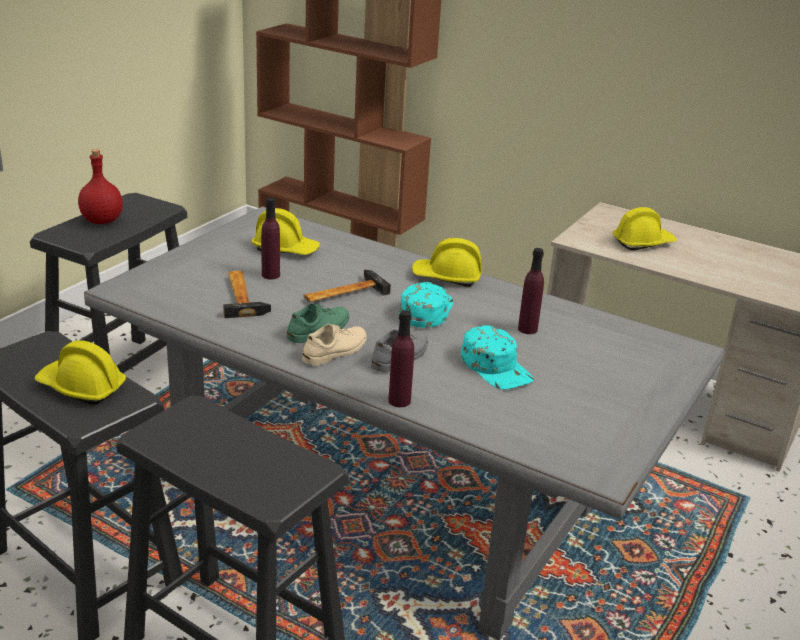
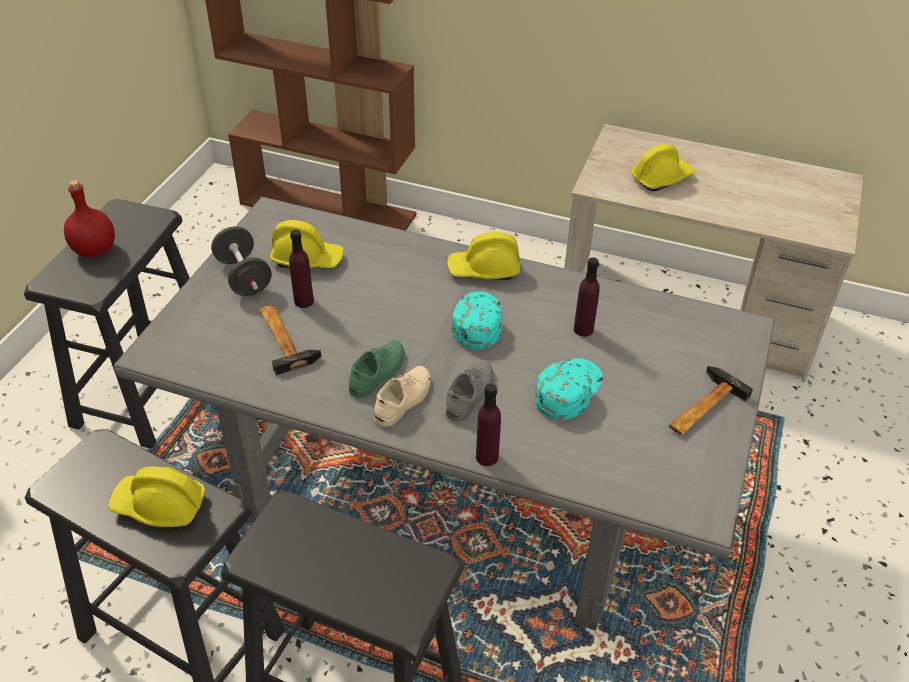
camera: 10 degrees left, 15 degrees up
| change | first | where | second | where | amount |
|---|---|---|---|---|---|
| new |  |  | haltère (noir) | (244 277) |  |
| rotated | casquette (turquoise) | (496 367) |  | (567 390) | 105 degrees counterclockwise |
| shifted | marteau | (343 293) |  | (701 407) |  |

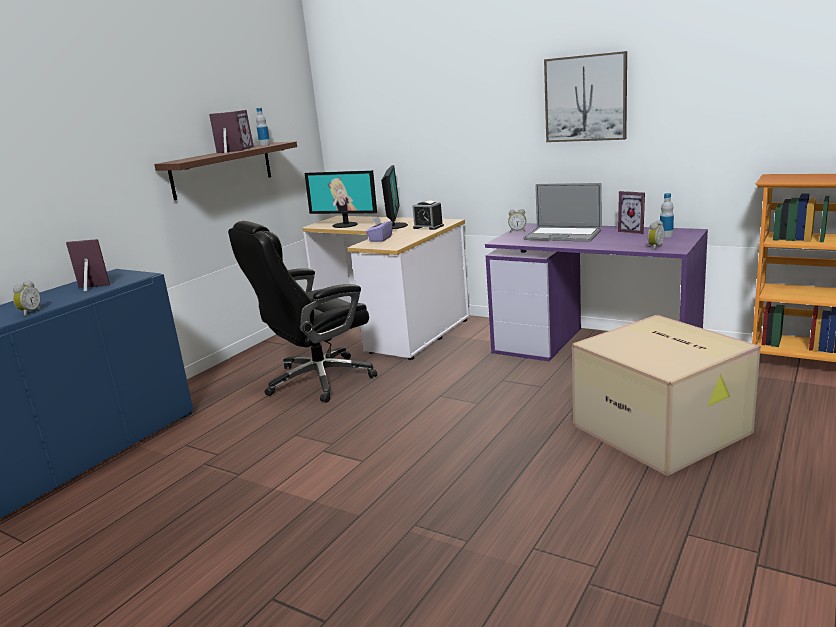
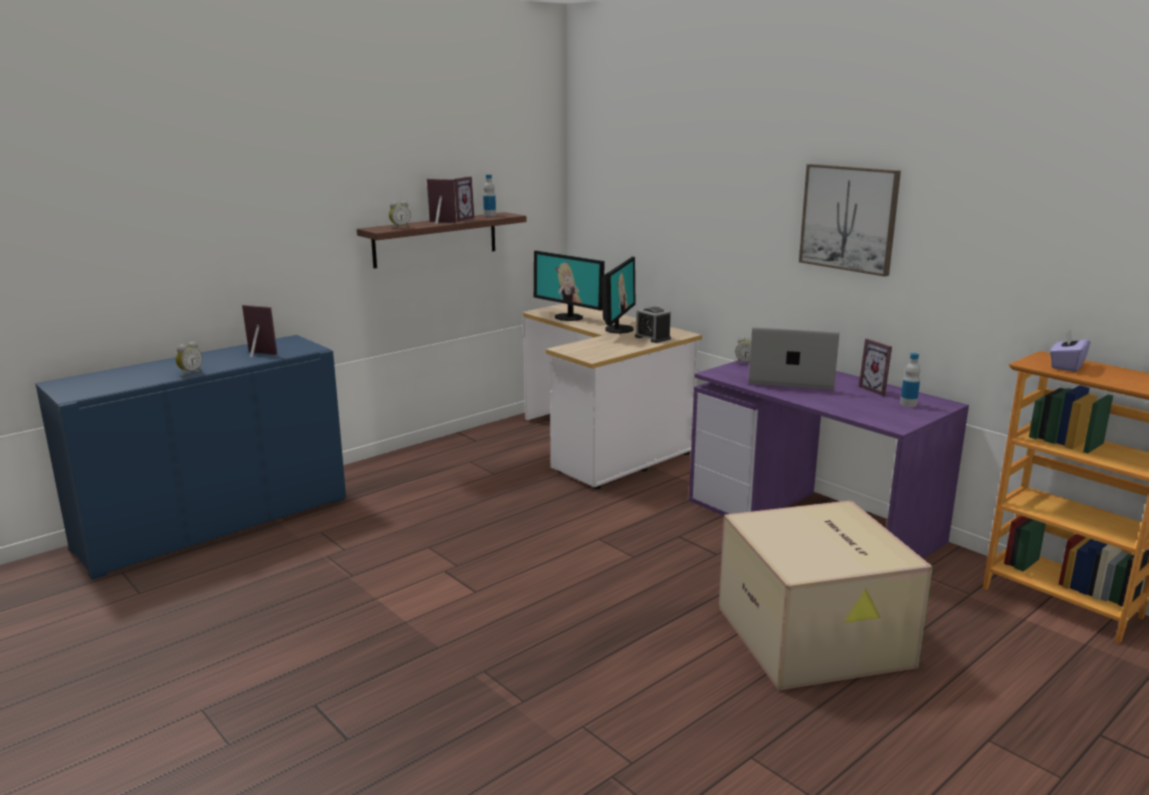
camera: 15 degrees right, 0 degrees up
| change | first | where | second | where | amount |
|---|---|---|---|---|---|
| shifted | réveil | (654 247) |  | (399 227) |  |
| rotated | ordinateur portable | (562 235) |  | (791 379) | 150 degrees clockwise |
| shifted | boîte à mouchoirs (violet) | (380 239) |  | (1066 366) |  |
| gone | chaise de bureau (noir) | (317 380) |  |  |  |

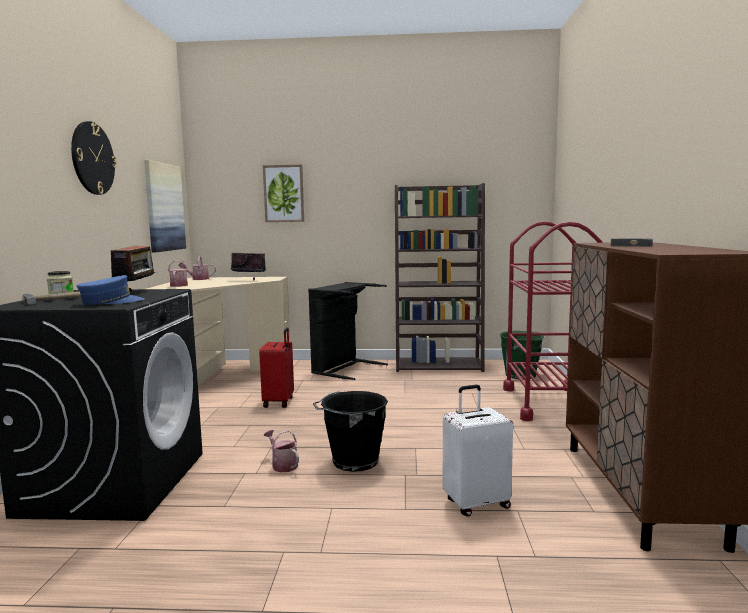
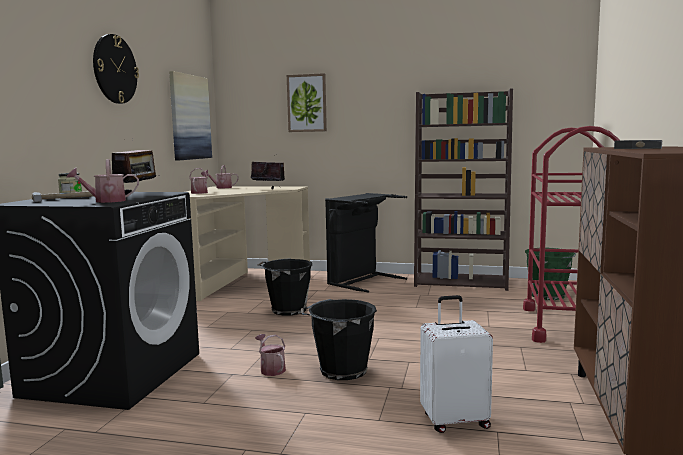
camera: 10 degrees right, 0 degrees up
| change | first | where | second | where | amount |
|---|---|---|---|---|---|
| swapped | casquette (bleu) | (111 302) | arrosoir | (105 201) |  |
| swapped | valise (rouge) | (279 402) | seau (noir) | (287 310) |  |

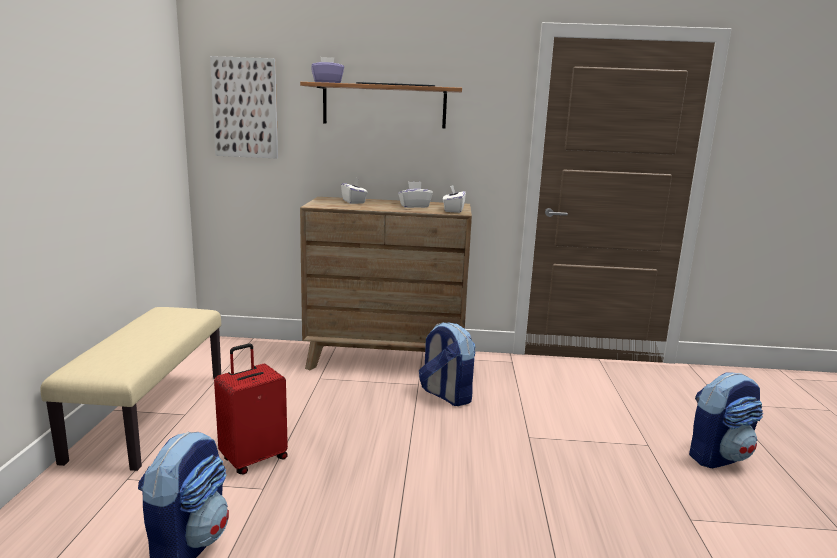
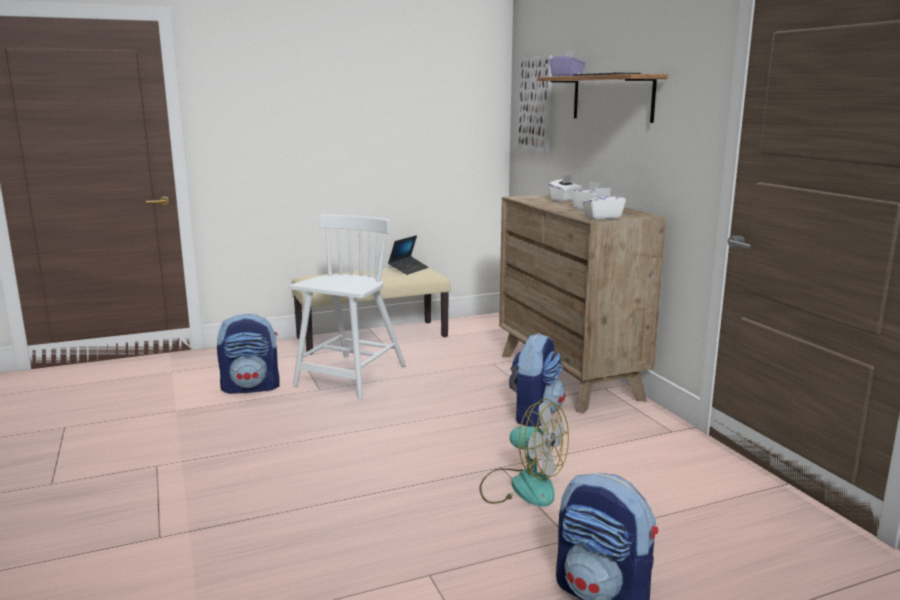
camera: 65 degrees right, 0 degrees up
| change | first | where | second | where | amount |
|---|---|---|---|---|---|
| swapped | valise (rouge) | (253 458) | chaise (blanc) | (350 377) |  |
| new |  |  | ordinateur portable | (408 269) |  |
| new |  |  | ventilateur | (521 486) |  |

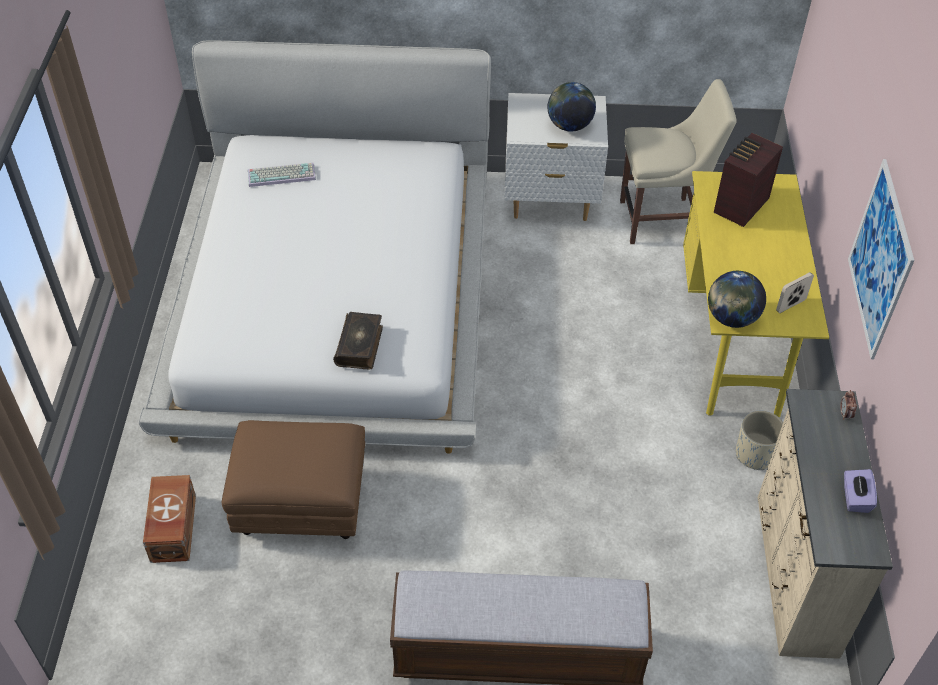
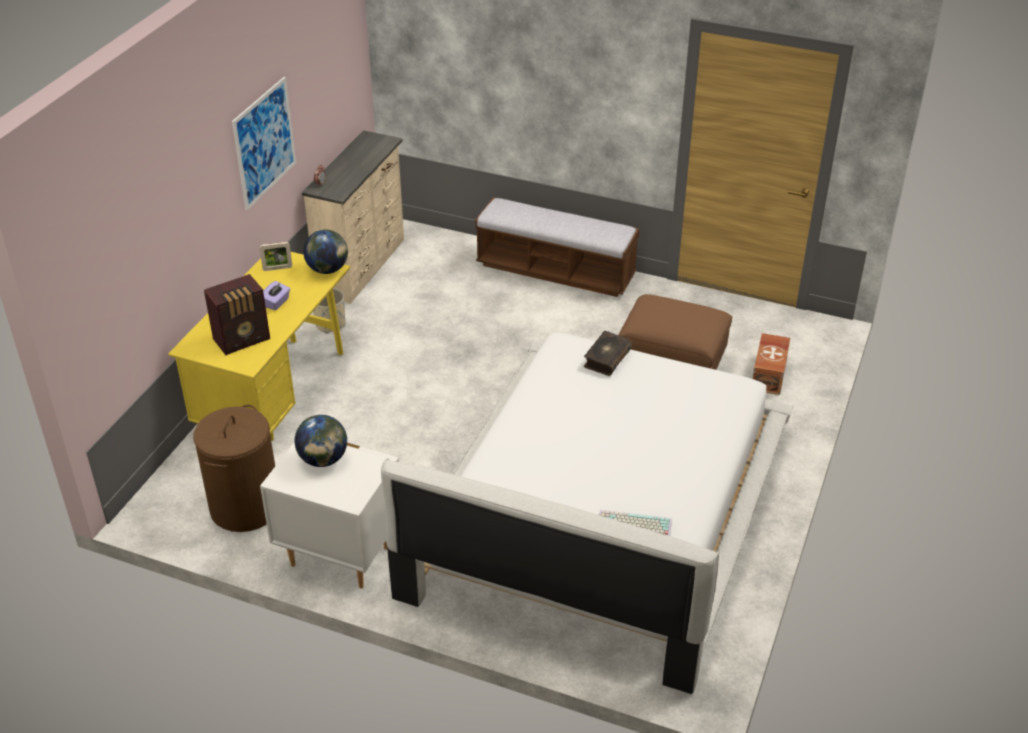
camera: 160 degrees left, 10 degrees down
| change | first | where | second | where | amount |
|---|---|---|---|---|---|
| swapped | chaise (beige) | (663 220) | panier à linge (marron) | (245 507) |  |
| shifted | boîte à mouchoirs (violet) | (855 498) |  | (276 303) |  |

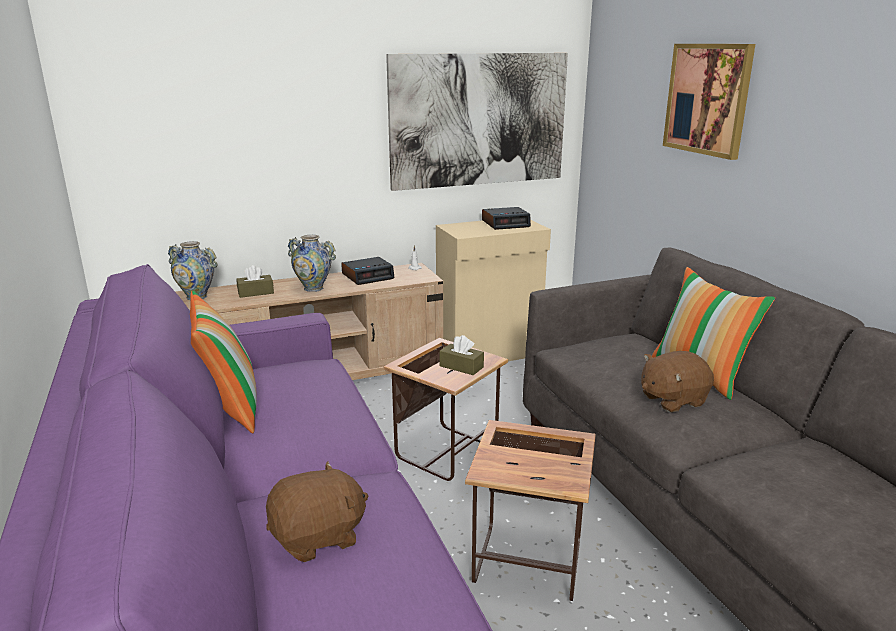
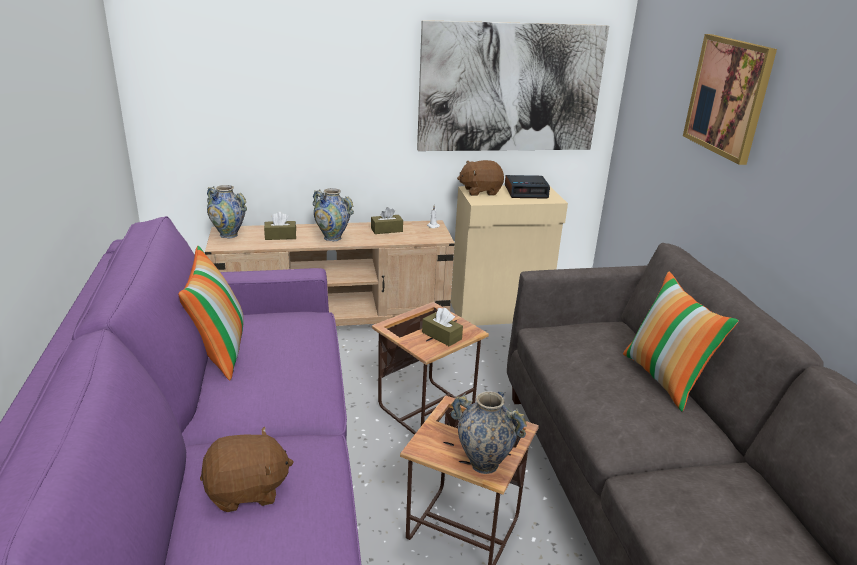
camera: 10 degrees right, 5 degrees up
| change | first | where | second | where | amount |
|---|---|---|---|---|---|
| swapped | réveil | (368 276) | boîte à mouchoirs (marron) | (386 230) |  |
| new |  |  | vase | (484 463) |  |
| shifted | peluche (marron) | (672 399) |  | (480 191) |  |

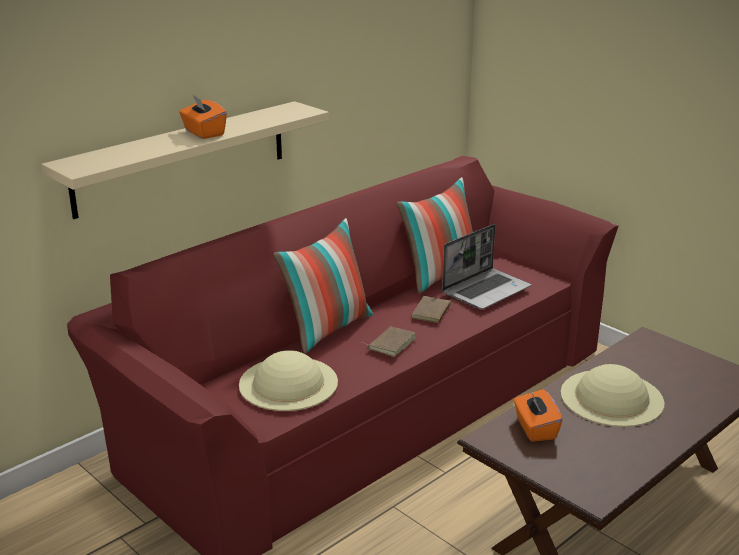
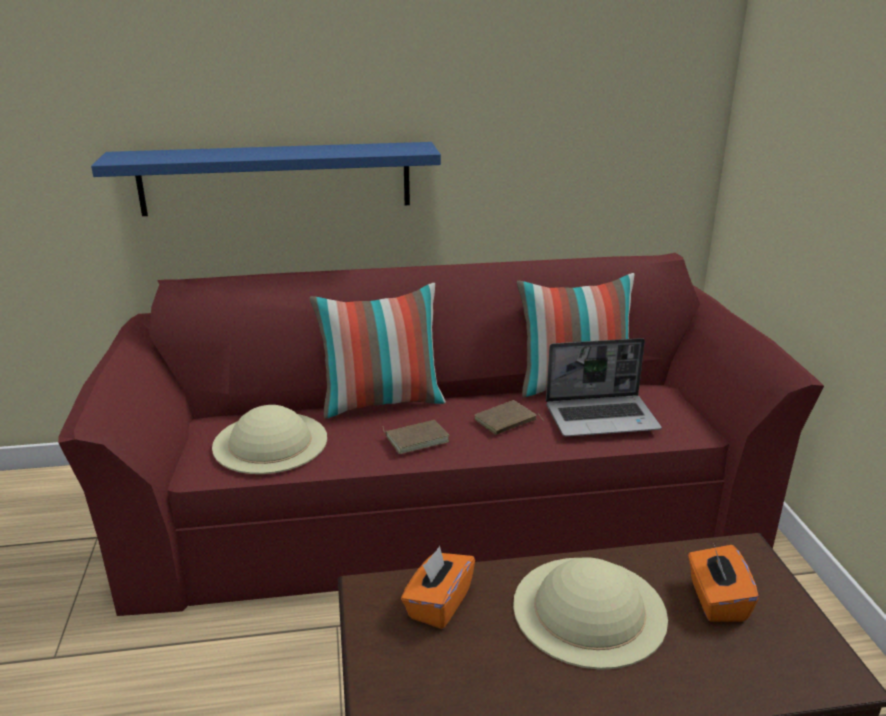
camera: 35 degrees right, 0 degrees up
| change | first | where | second | where | amount |
|---|---|---|---|---|---|
| repainted | étagère (beige) | (182 158) | étagère (bleu) | (276 178) |  |
| shifted | boîte à mouchoirs (orange) | (203 133) |  | (716 600) |  |

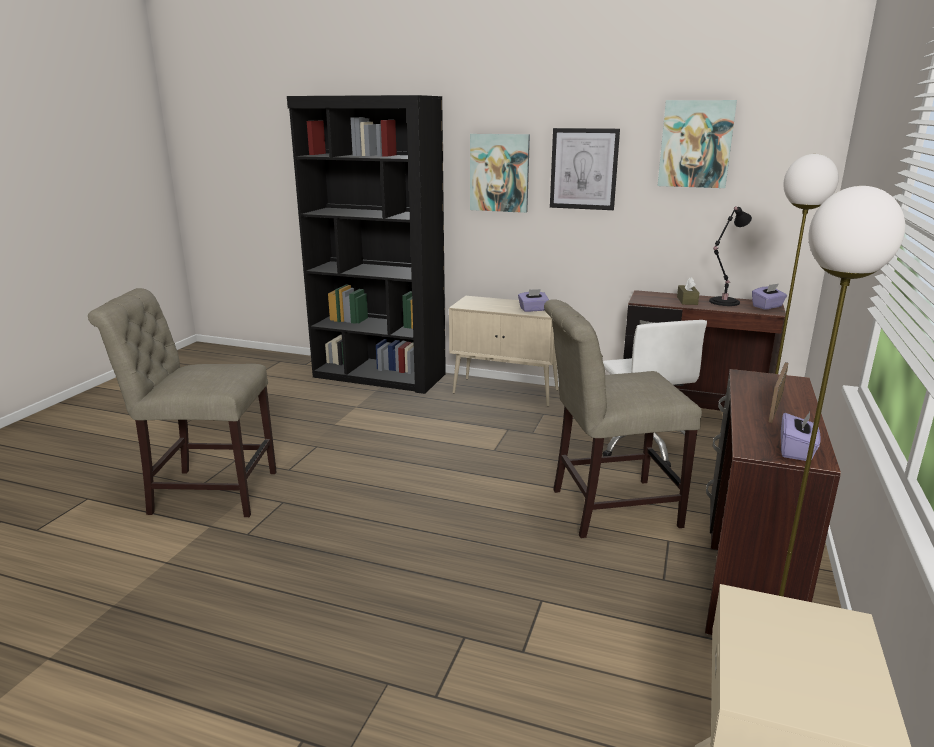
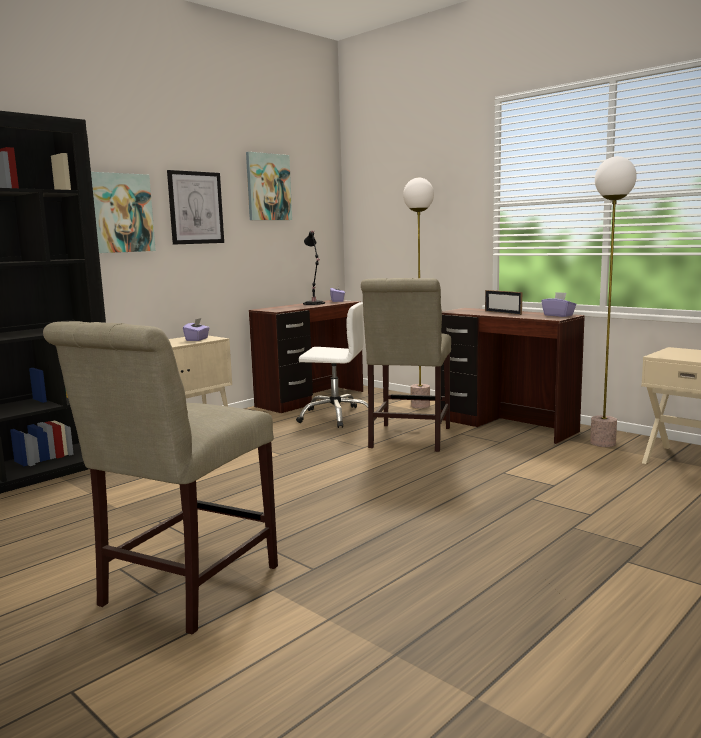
camera: 65 degrees left, 10 degrees down
| change | first | where | second | where | amount |
|---|---|---|---|---|---|
| gone | boîte à mouchoirs (marron) | (687 301) |  |  |  |

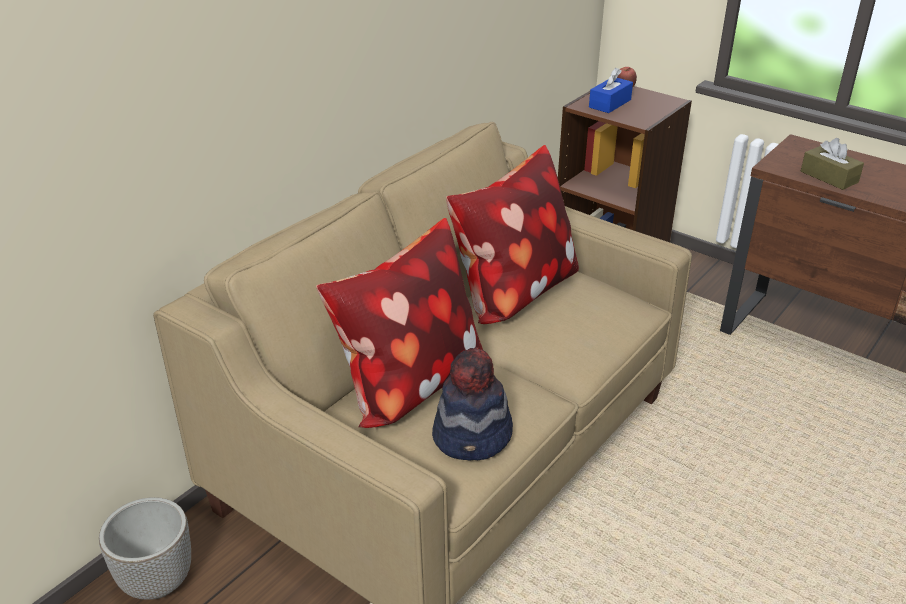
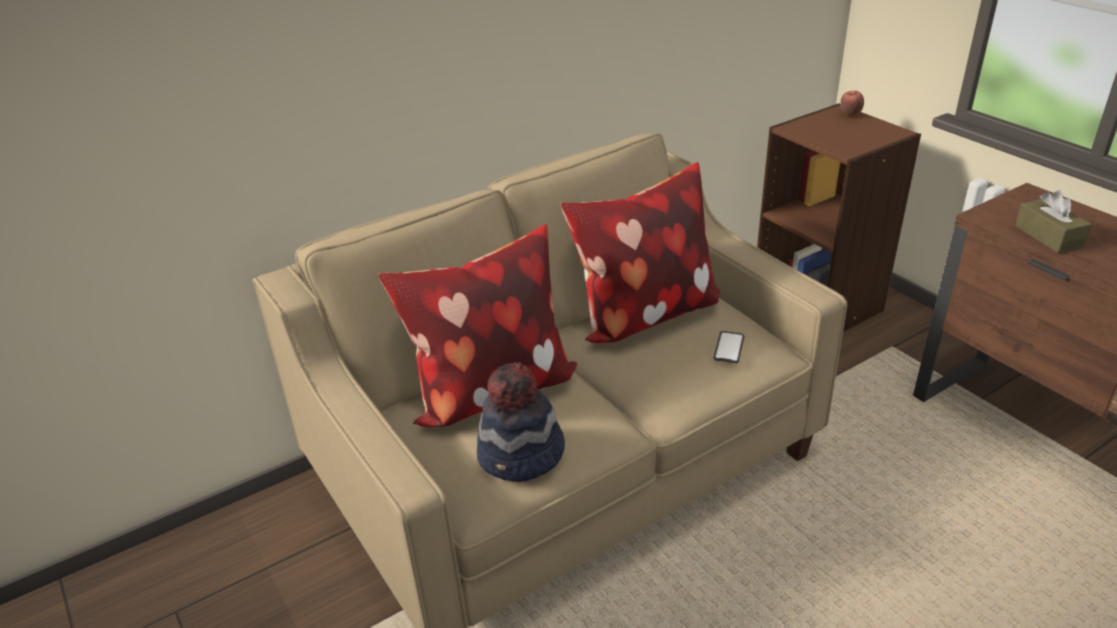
camera: 20 degrees right, 0 degrees up
| change | first | where | second | where | amount |
|---|---|---|---|---|---|
| new |  |  | téléphone | (729 348) |  |
| gone | cache-pot | (157 581) |  |  |  |
| gone | boîte à mouchoirs (bleu) | (610 103) |  |  |  |

